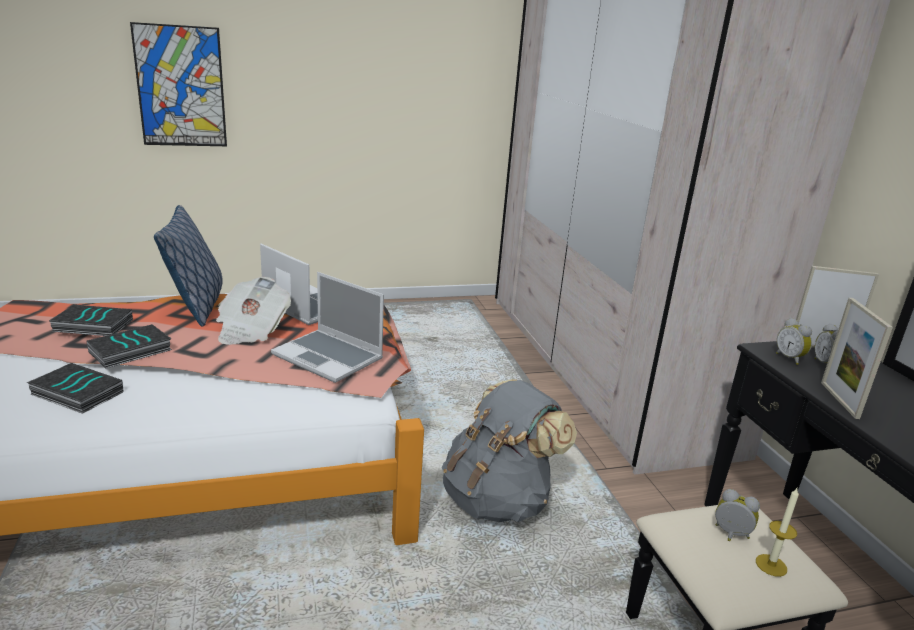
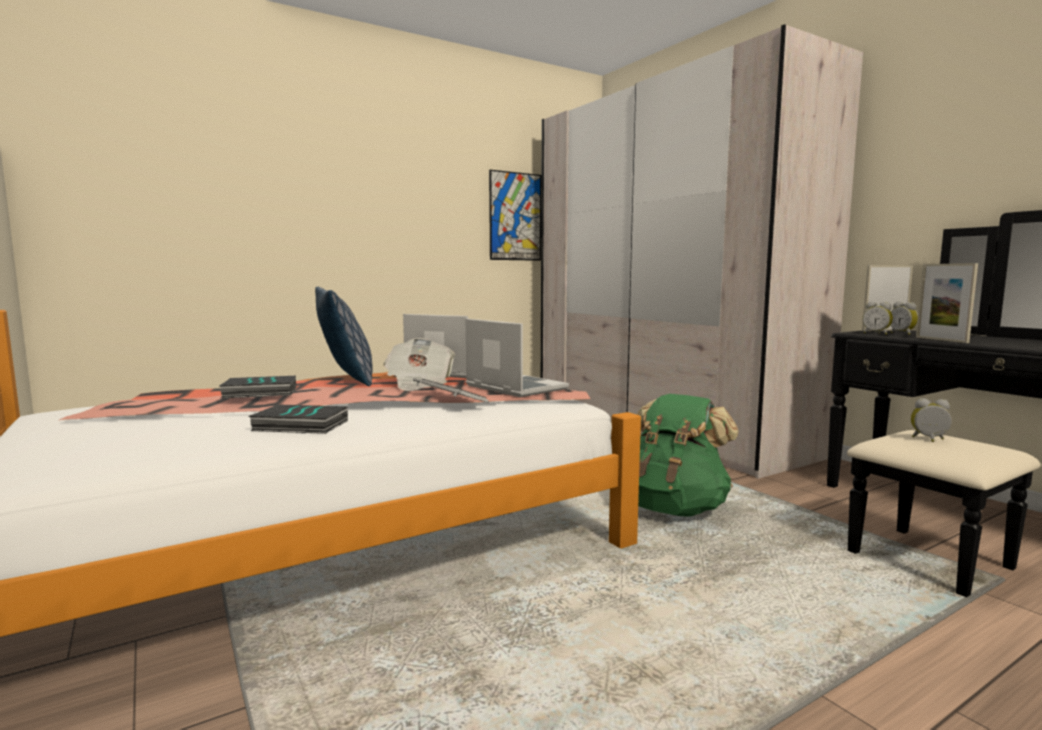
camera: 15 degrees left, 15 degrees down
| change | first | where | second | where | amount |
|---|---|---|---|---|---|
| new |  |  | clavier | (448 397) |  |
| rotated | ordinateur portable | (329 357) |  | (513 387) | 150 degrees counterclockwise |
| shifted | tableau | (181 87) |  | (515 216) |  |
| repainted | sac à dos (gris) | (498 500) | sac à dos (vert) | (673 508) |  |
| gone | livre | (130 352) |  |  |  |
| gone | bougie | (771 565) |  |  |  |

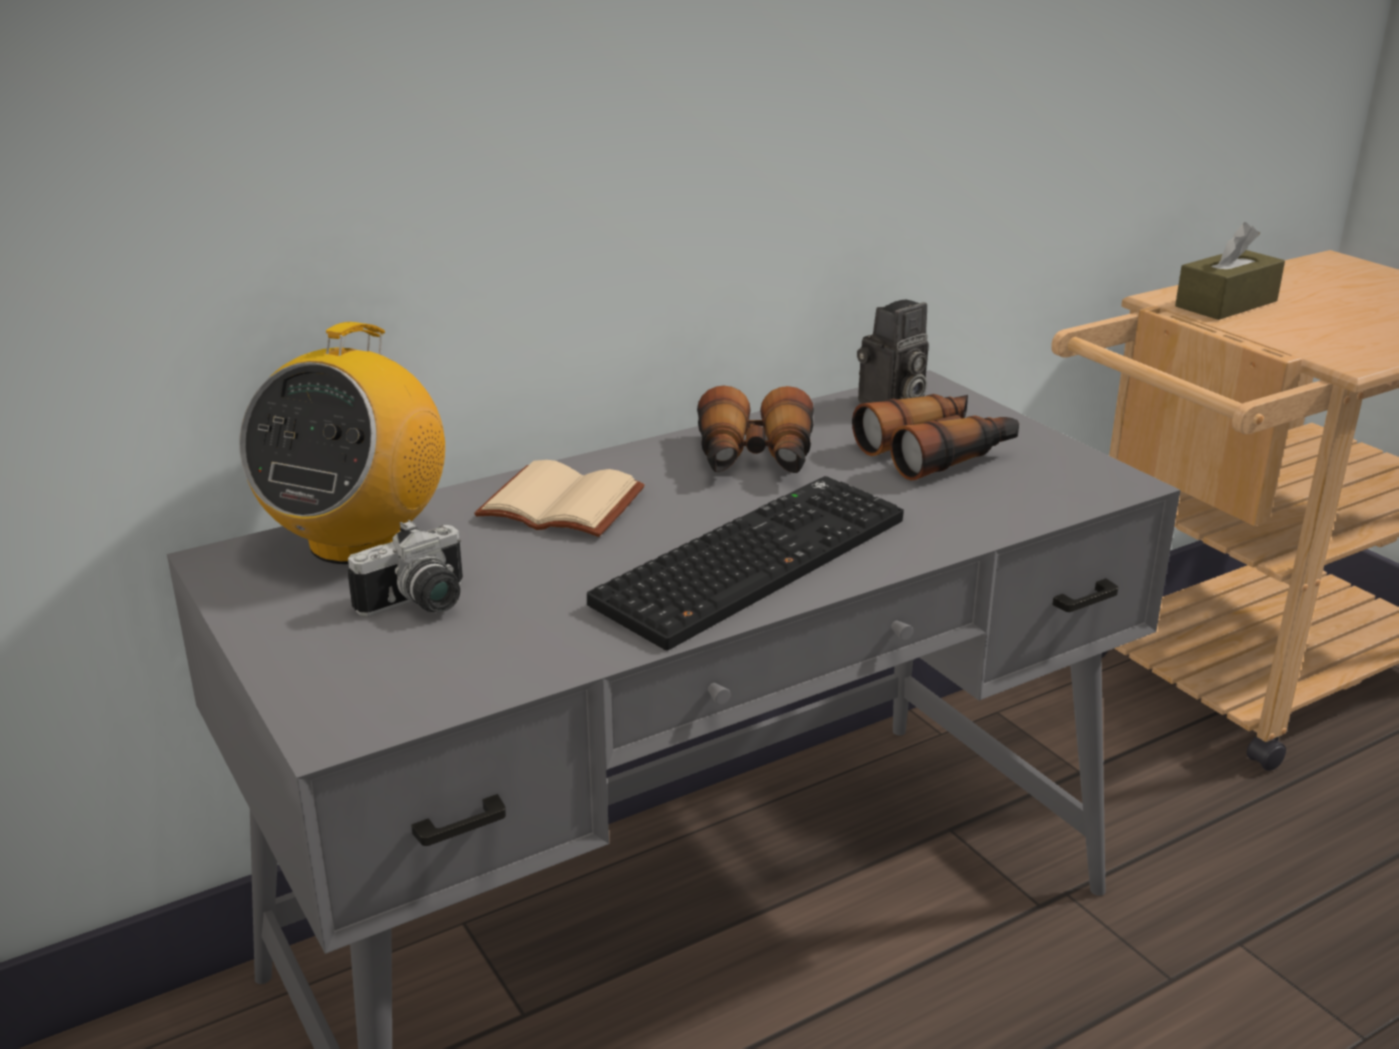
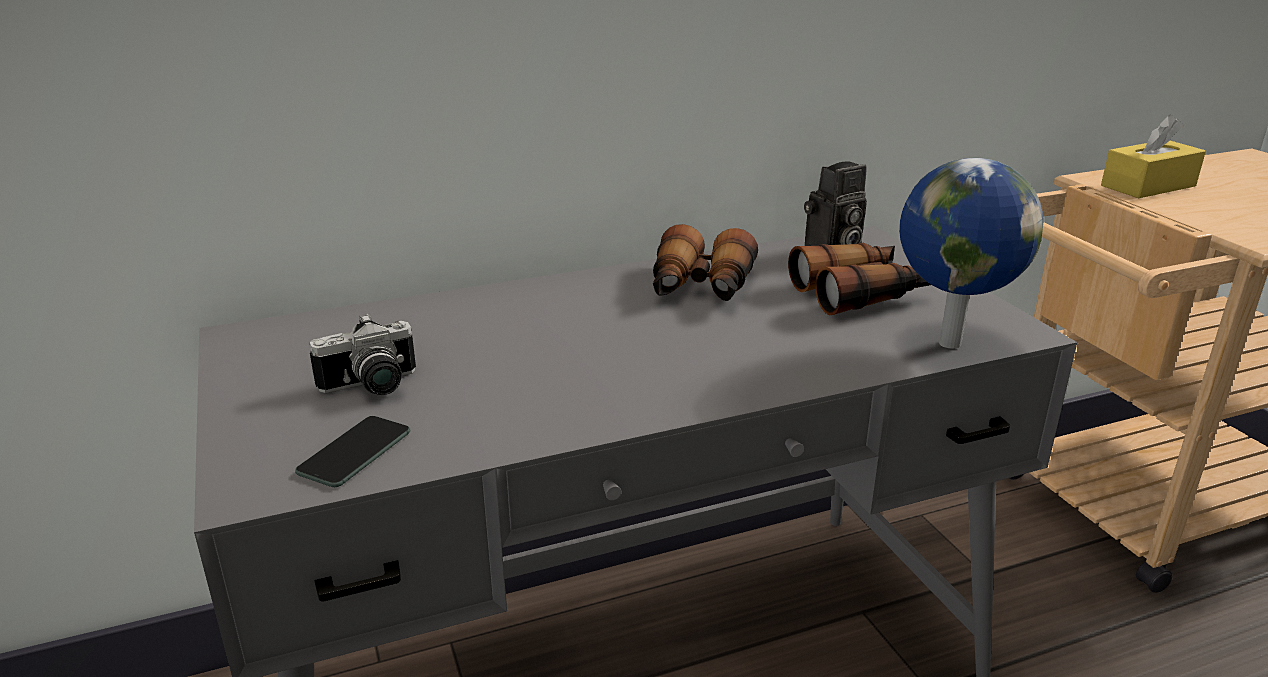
camera: 10 degrees right, 0 degrees up
| change | first | where | second | where | amount |
|---|---|---|---|---|---|
| new |  |  | téléphone | (355 452) |  |
| new |  |  | globe | (947 342) |  |
| repainted | boîte à mouchoirs (marron) | (1226 304) | boîte à mouchoirs (jaune) | (1148 186) |  |
| gone | radio | (357 541) |  |  |  |
| gone | livre (beige) | (565 503) |  |  |  |
| gone | clavier | (751 559) |  |  |  |

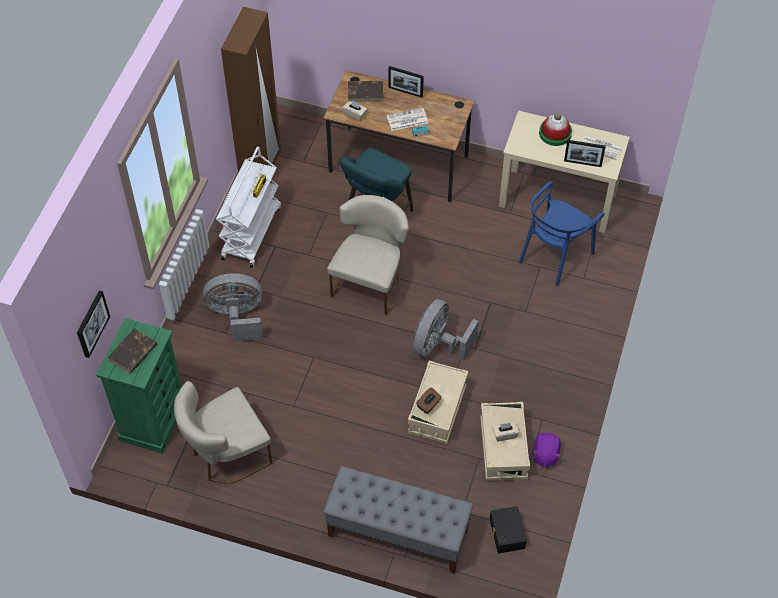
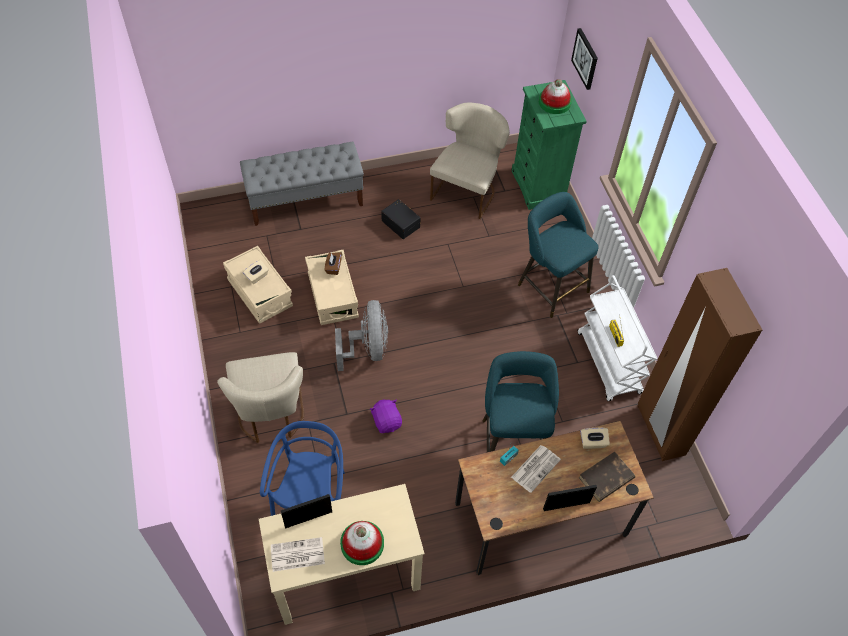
camera: 145 degrees right, 0 degrees up
| change | first | where | second | where | amount |
|---|---|---|---|---|---|
| shifted | chaise (beige) | (370 281) |  | (271 415) |  |
| shifted | peluche (violet) | (545 455) |  | (387 421) |  |
| shifted | boîte de rangement (noir) | (506 533) |  | (401 223) |  |
| swapped | ventilateur (gris) | (237 317) | tabouret (turquoise) | (550 286) |  |
| swapped | livre (marron) | (133 353) | chapeau | (554 102) |  |

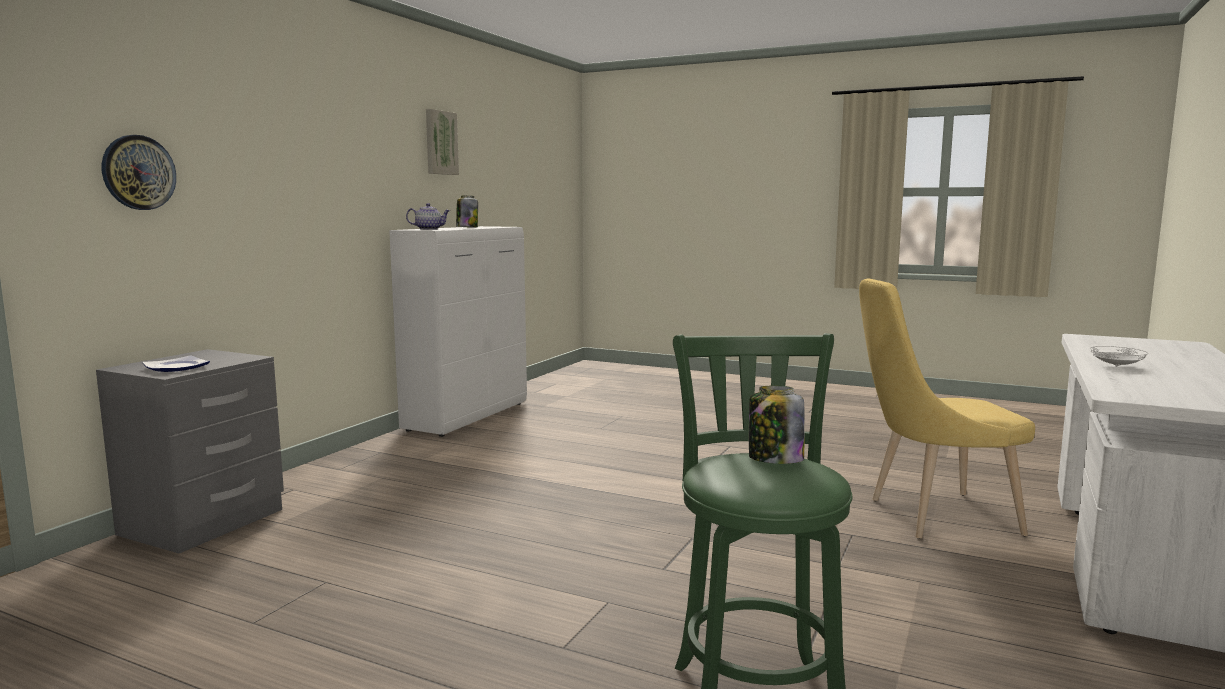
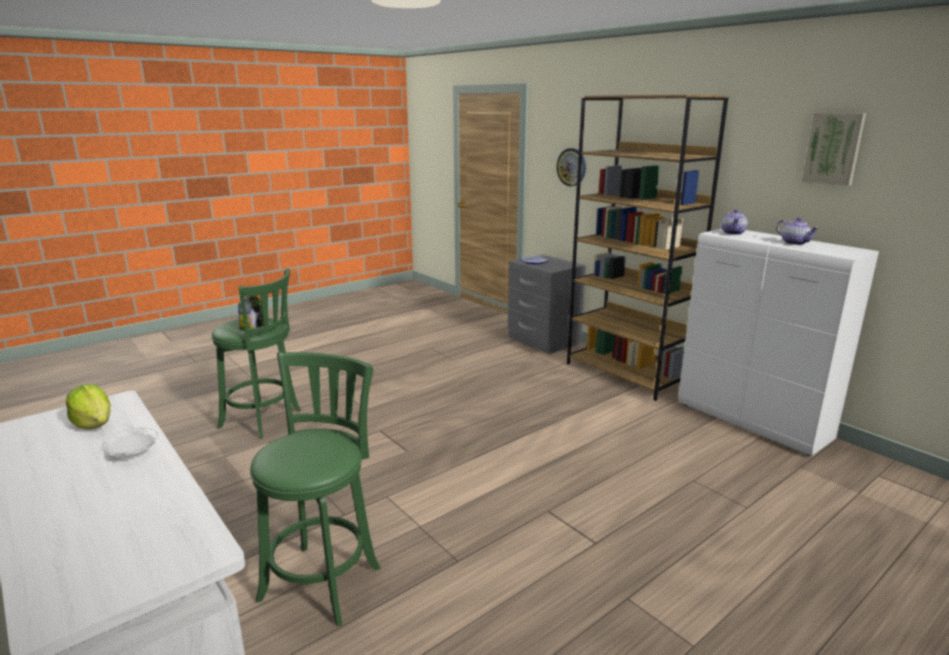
camera: 115 degrees right, 10 degrees up
| change | first | where | second | where | amount |
|---|---|---|---|---|---|
| new |  |  | laitue | (94 424) |  |
| swapped | chaise (jaune) | (933 516) | tabouret (vert) | (324 579) |  |
| new |  |  | bibliothèque (marron) | (627 373) |  |
| swapped | bocal | (467 227) | théière | (795 243) |  |

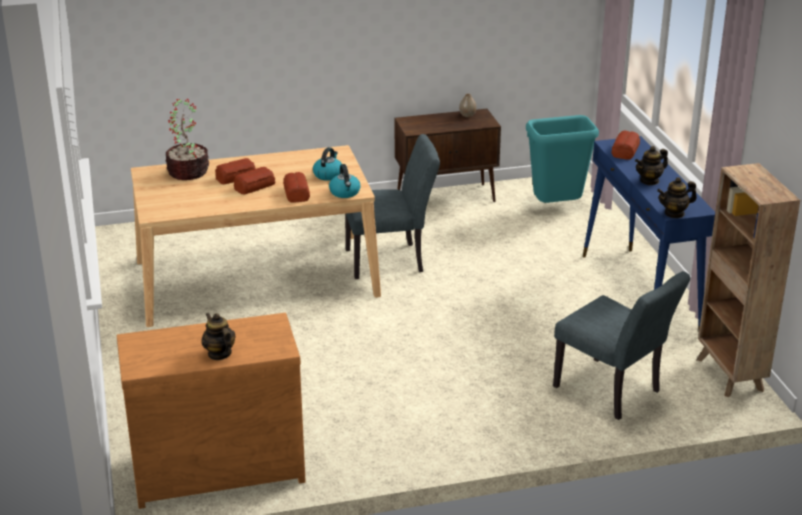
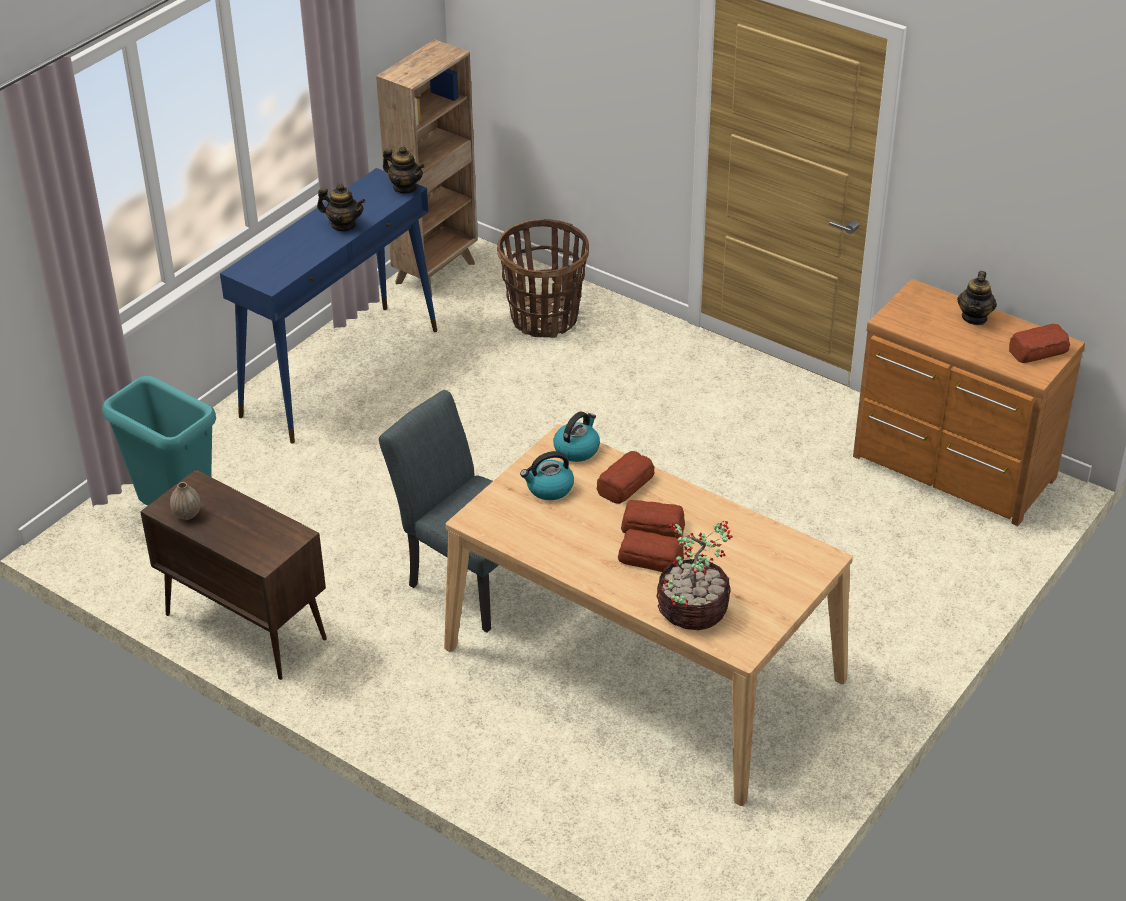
camera: 130 degrees left, 10 degrees up
| change | first | where | second | where | amount |
|---|---|---|---|---|---|
| swapped | chaise (gris) | (613 392) | panier | (544 318) |  |
| shifted | pain | (624 151) |  | (1039 350) |  |

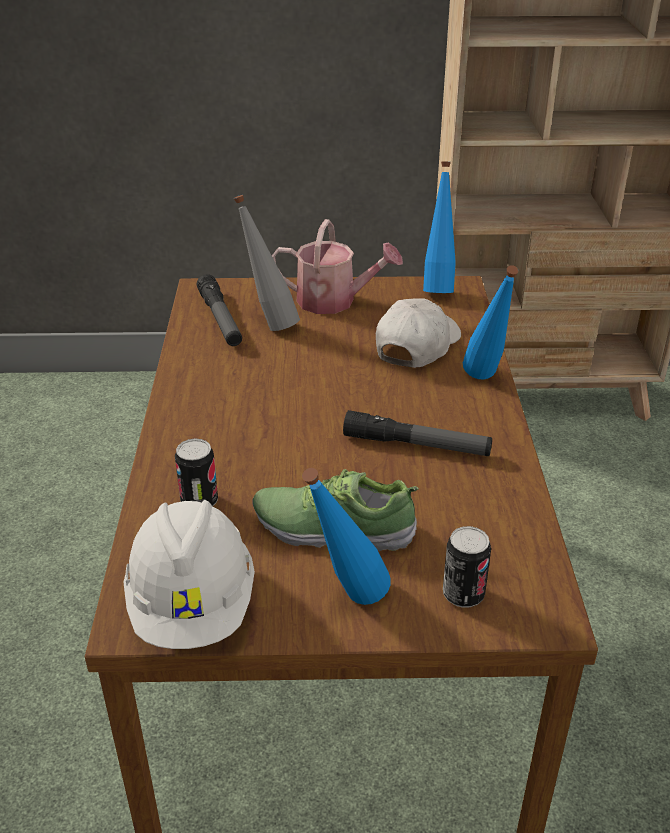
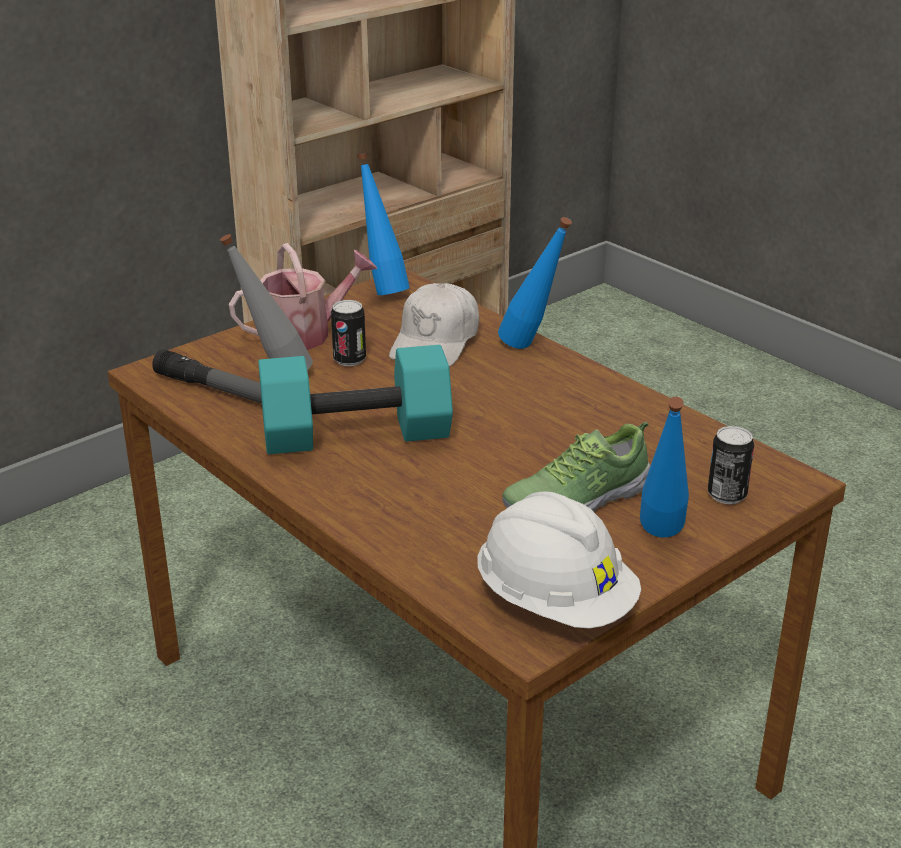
camera: 40 degrees left, 5 degrees down
| change | first | where | second | where | amount |
|---|---|---|---|---|---|
| new |  |  | haltère (turquoise) | (357 433) |  |
| shifted | boîte métallique | (199 502) |  | (349 360) |  |
| rotated | casquette (blanc) | (417 345) |  | (436 342) | 150 degrees counterclockwise |
| gone | lampe de poche | (416 445) |  |  |  |

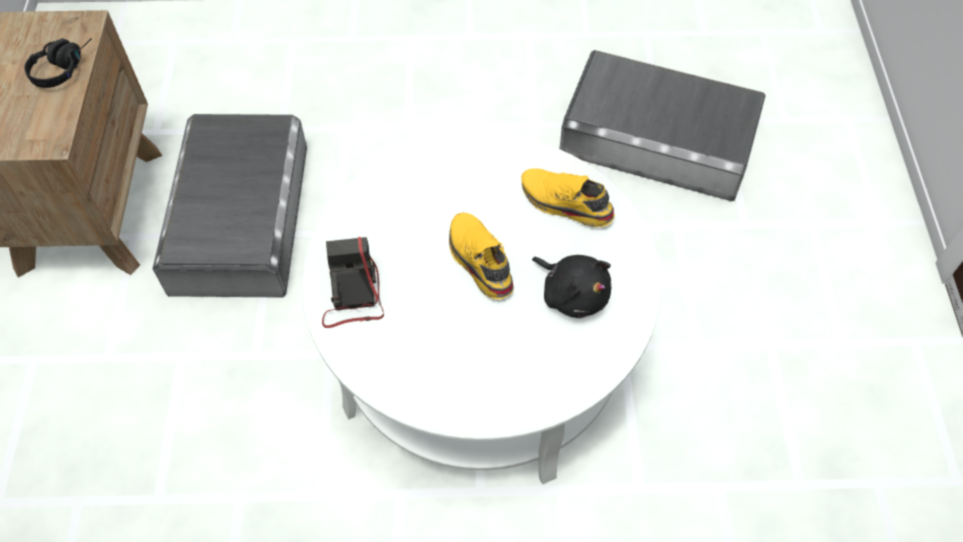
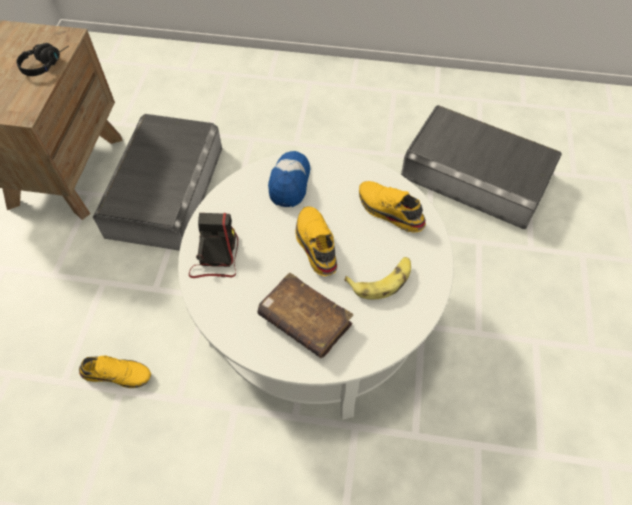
camera: 10 degrees right, 0 degrees up
| change | first | where | second | where | amount |
|---|---|---|---|---|---|
| new |  |  | chaussure (jaune) | (117 373) |  |
| new |  |  | livre (marron) | (305 320) |  |
| new |  |  | casquette | (289 182) |  |
| swapped | peluche (noir) | (572 294) | banane | (382 280) |  |

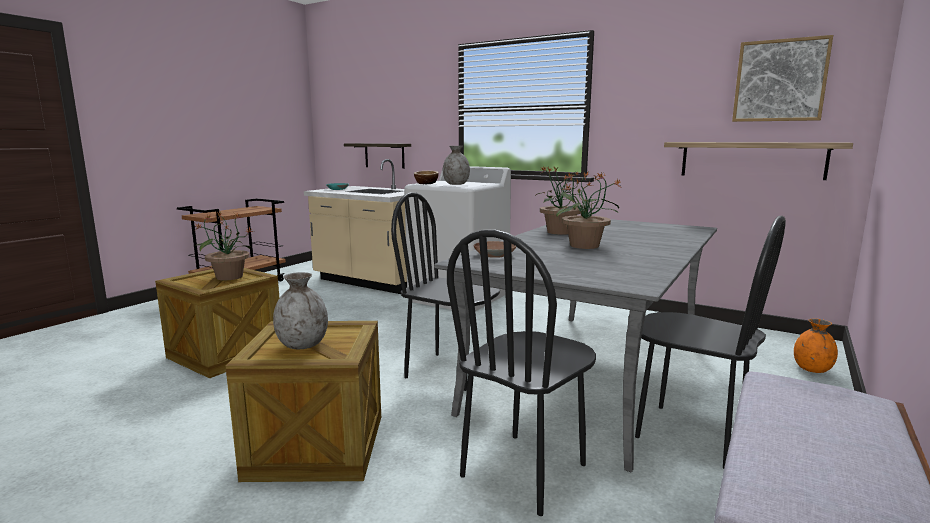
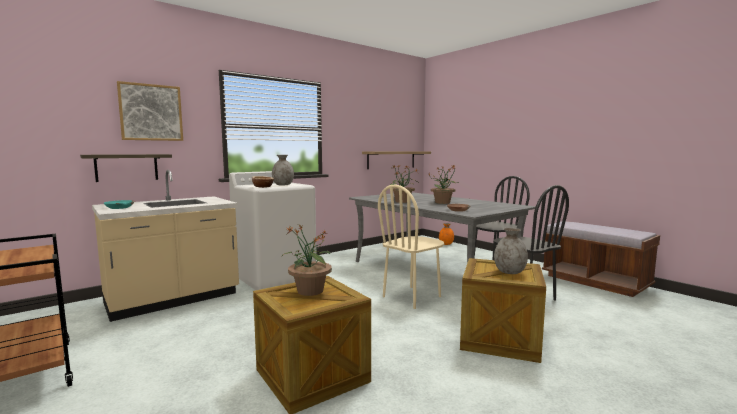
camera: 70 degrees left, 5 degrees down
| change | first | where | second | where | amount |
|---|---|---|---|---|---|
| shifted | tableau | (780 81) |  | (151 112) |  |
| repainted | chaise (noir) | (449 371) | chaise (beige) | (412 297) |  |

